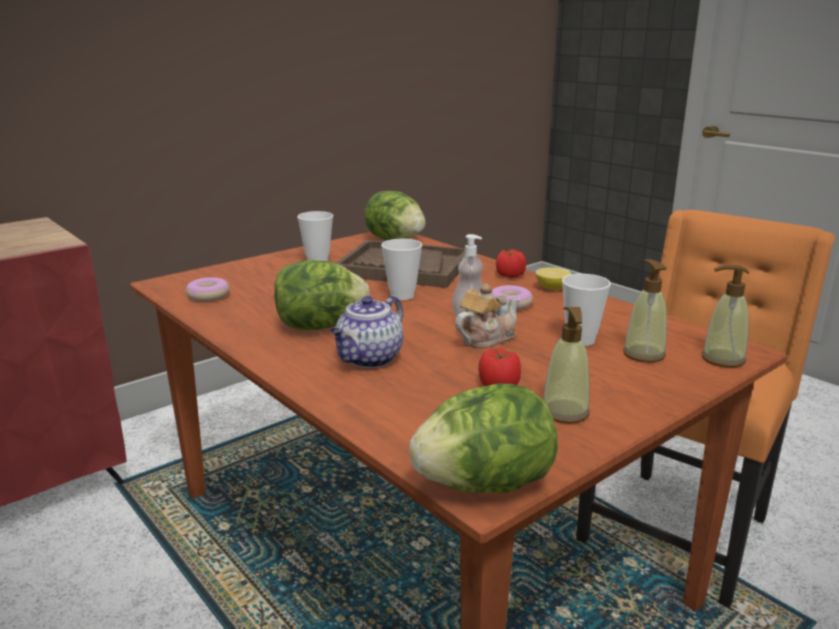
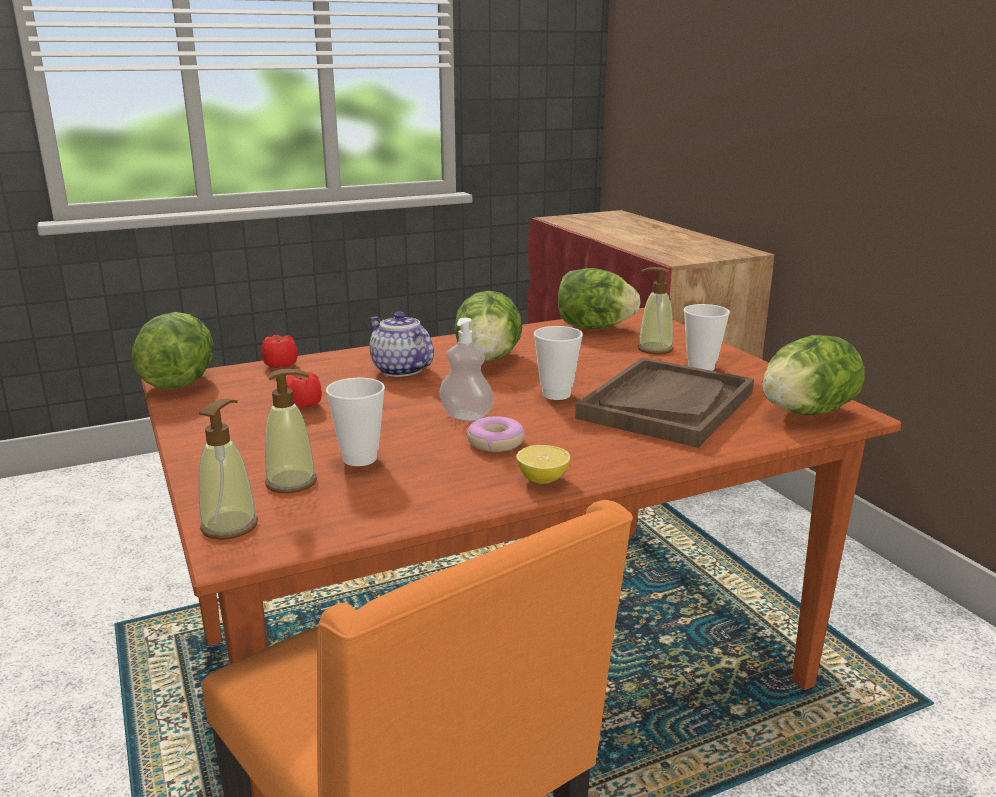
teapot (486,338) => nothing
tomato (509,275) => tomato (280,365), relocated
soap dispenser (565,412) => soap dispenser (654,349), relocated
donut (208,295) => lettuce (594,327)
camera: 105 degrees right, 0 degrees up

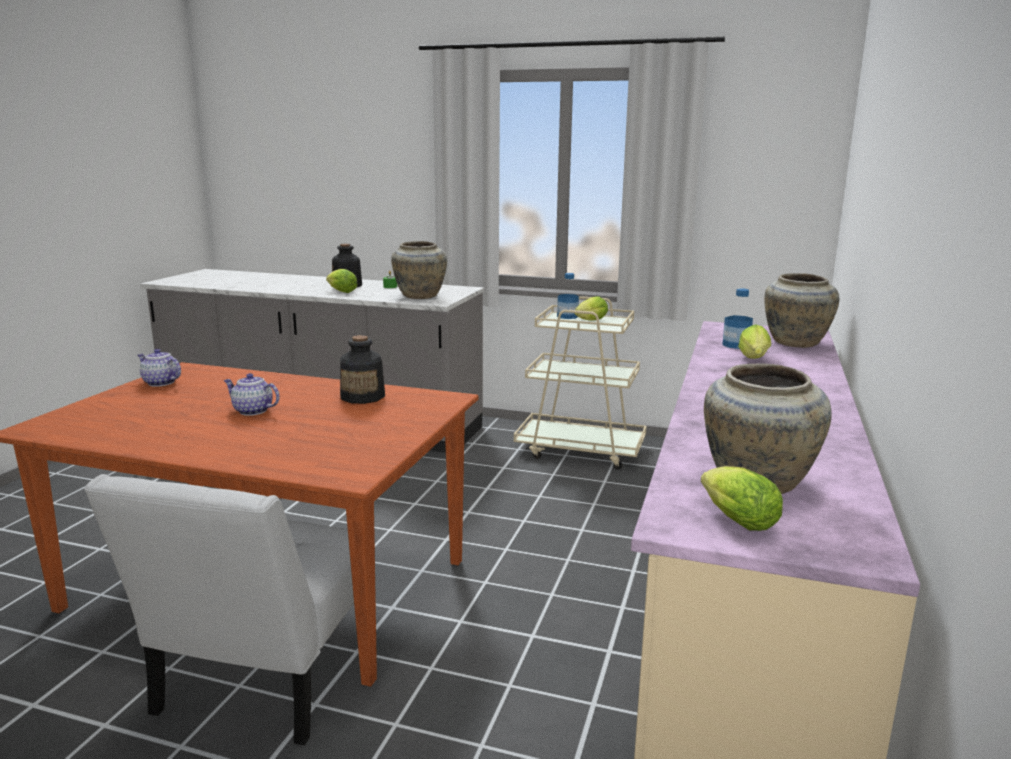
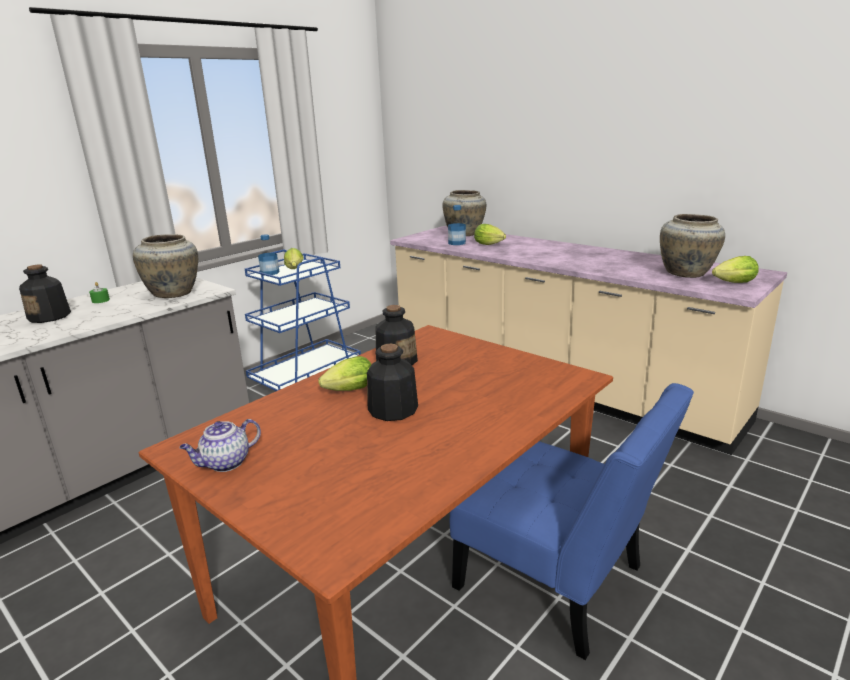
lettuce (340,292) => lettuce (347,391), relocated
teapot (252,411) => bottle (393,410)
chair (white) (262,682) => chair (blue) (558,583)
cart (beige) (581,450) => cart (blue) (307,377)
camera: 65 degrees left, 5 degrees up

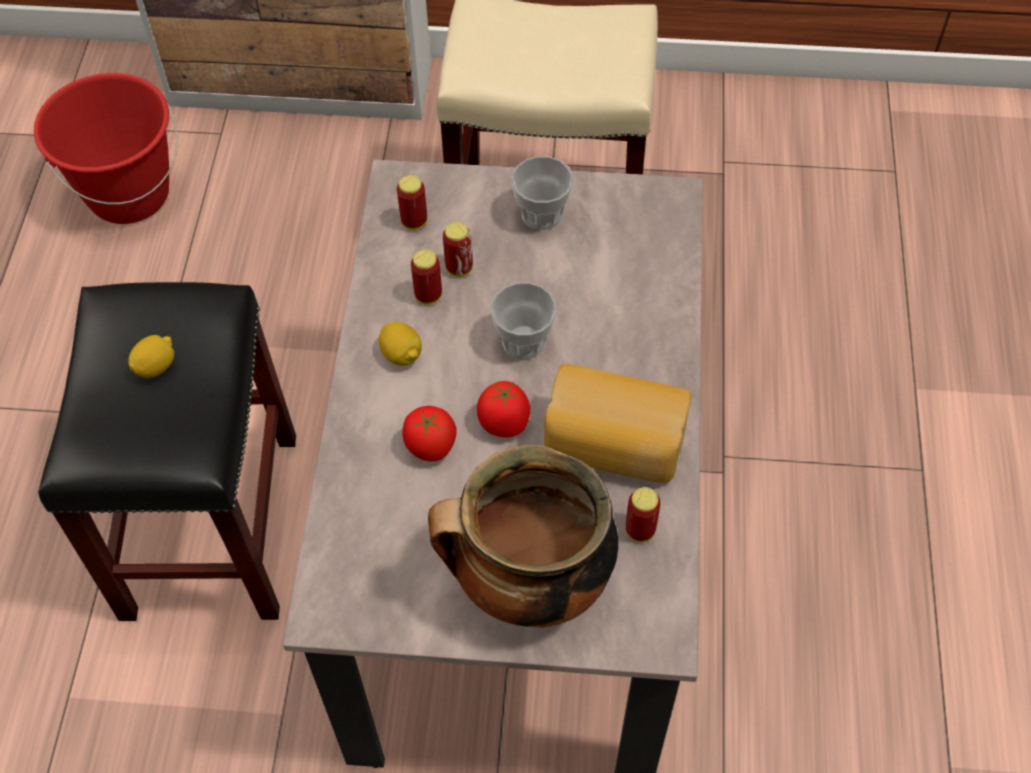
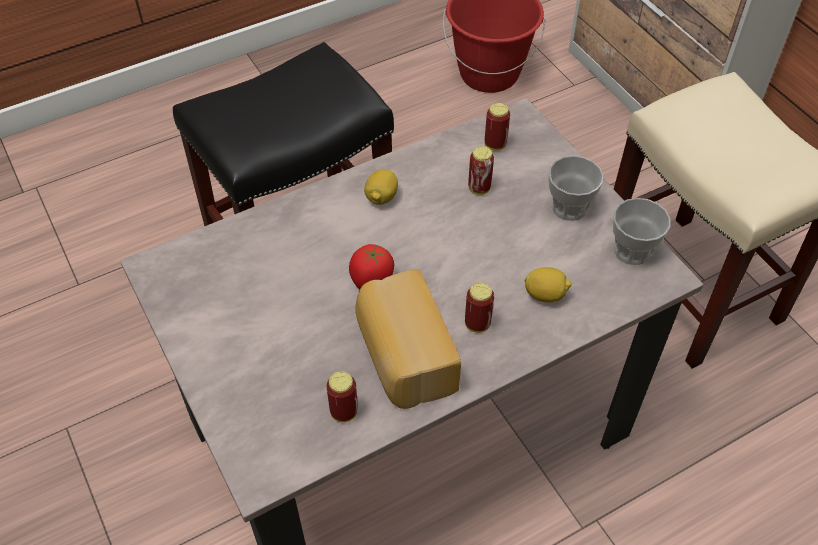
tomato (430,446) => nothing
cooking pot (529,585) => nothing
lemon (156,366) => lemon (545,295), relocated
can (428,295) => can (477,324), relocated
cup (523,341) => cup (632,250), relocated
camera: 55 degrees right, 5 degrees down

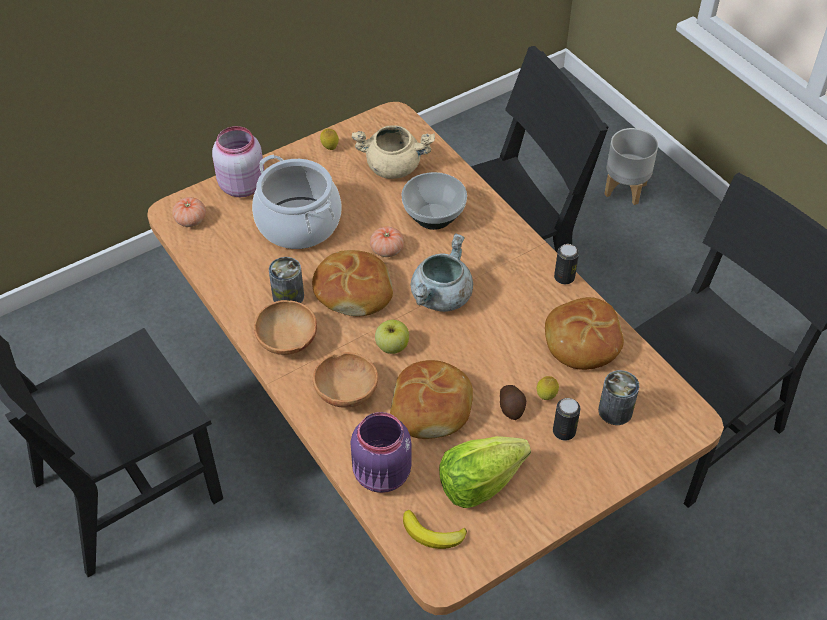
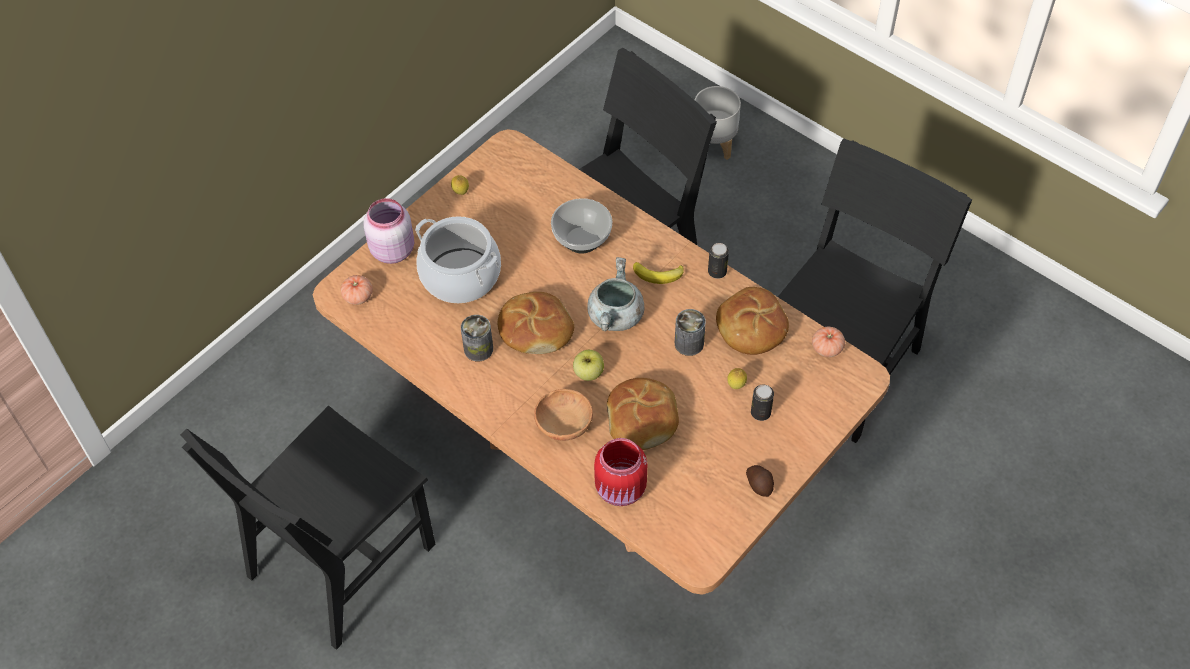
bowl (brown) (287,342) => nothing
cooking pot (beige) (393,167) => nothing
lettuce (479,482) => nothing
tomato (387,250) => tomato (827,348), relocated
banana (432,534) => banana (658,275), relocated
potato (511,407) => potato (759,484), relocated
can (615,411) => can (689,343), relocated
jar (purple) (382,475) => jar (red) (621,490)
camera: 15 degrees left, 5 degrees up

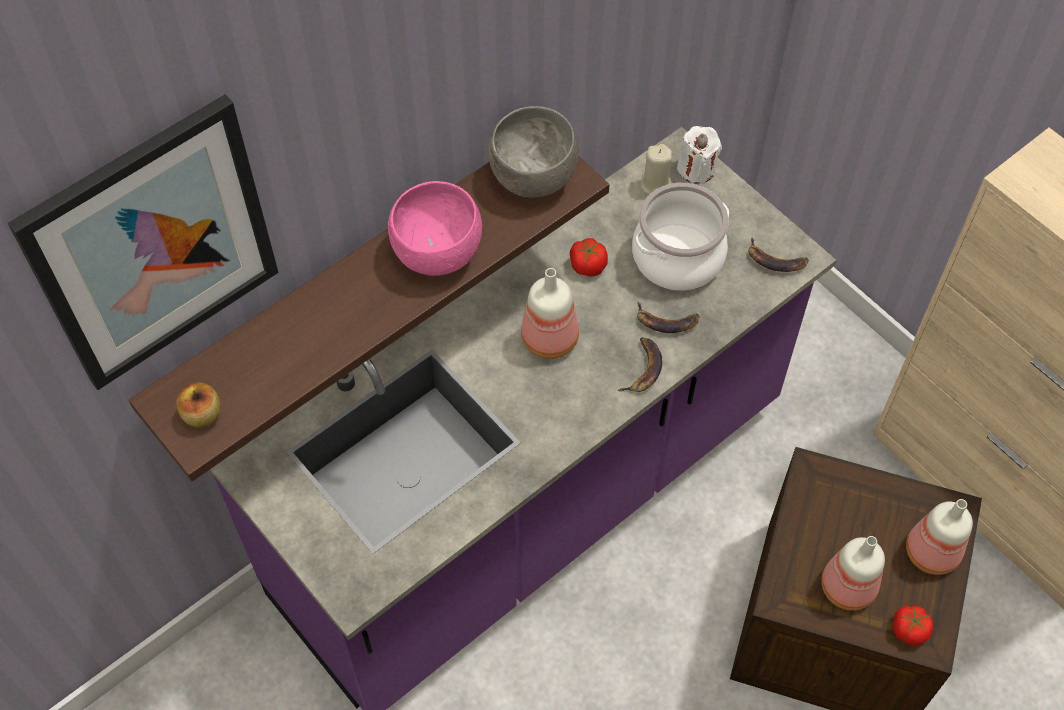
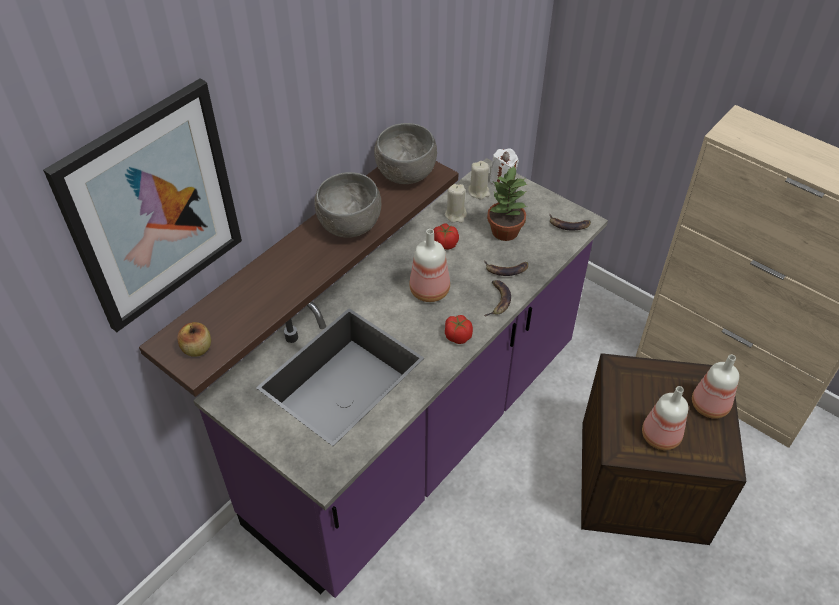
nothing => candle (beige) (455,215)
tomato (908,630) => tomato (457,336), relocated
cooking pot (678,258) => potted plant (504,232)
bowl (pink) (436,252) => bowl (grey) (349,226)
camera: 10 degrees left, 10 degrees down

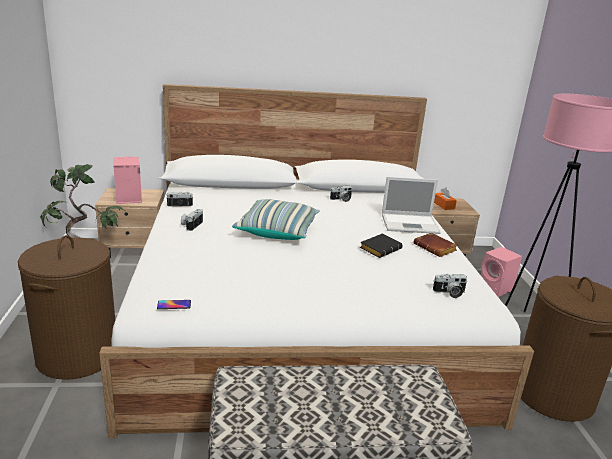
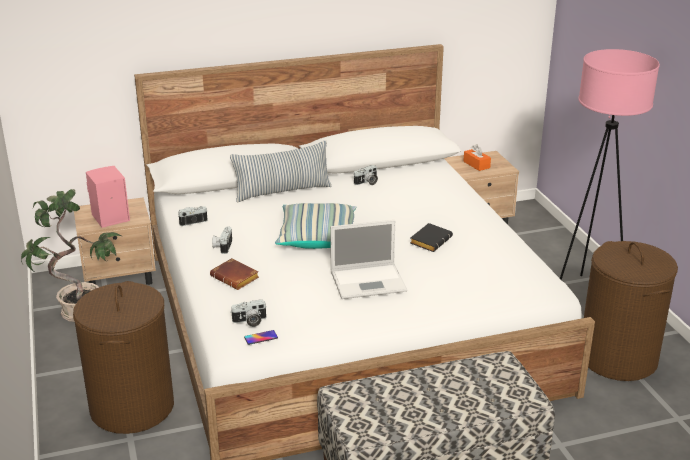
speaker (pink) (496,289) => nothing
nothing => pillow (282,191)
laptop (411,224) => laptop (369,281), relocated
book (brown) (436,248) => book (brown) (236,278), relocated
photo camera (449,293) => photo camera (250,321), relocated
camera: 10 degrees left, 5 degrees up

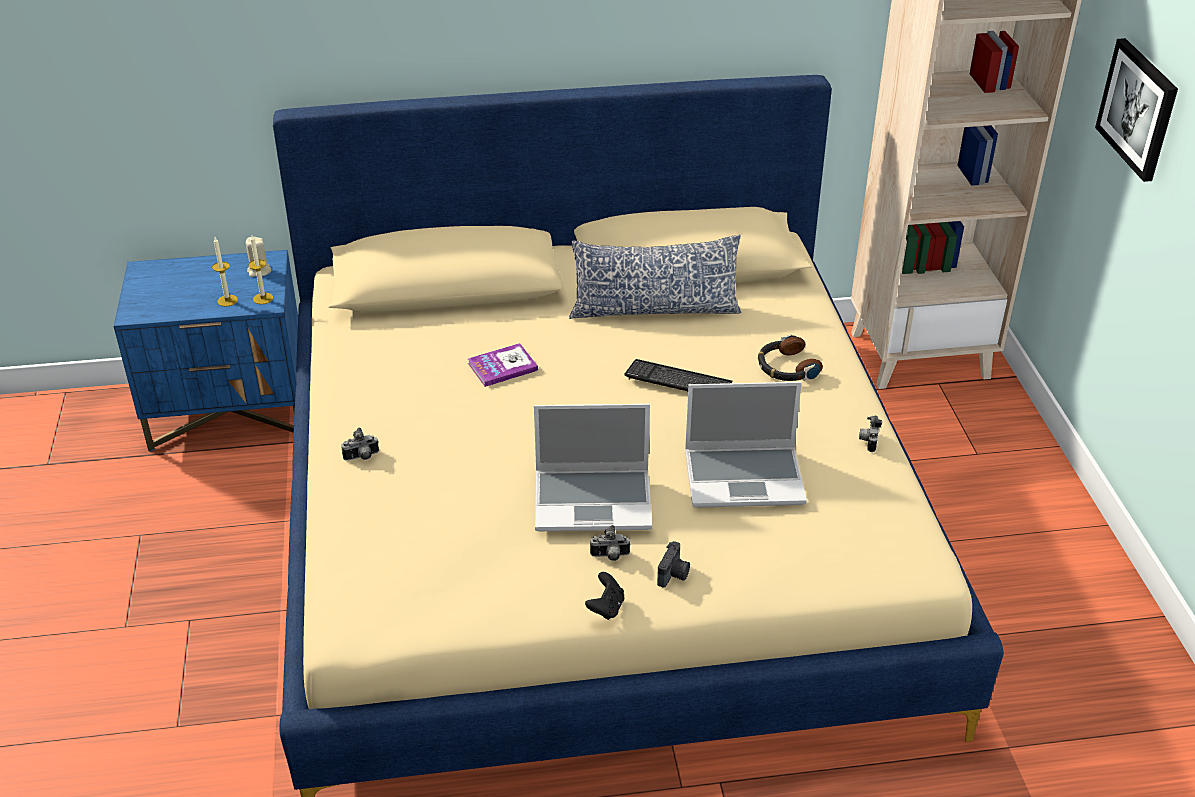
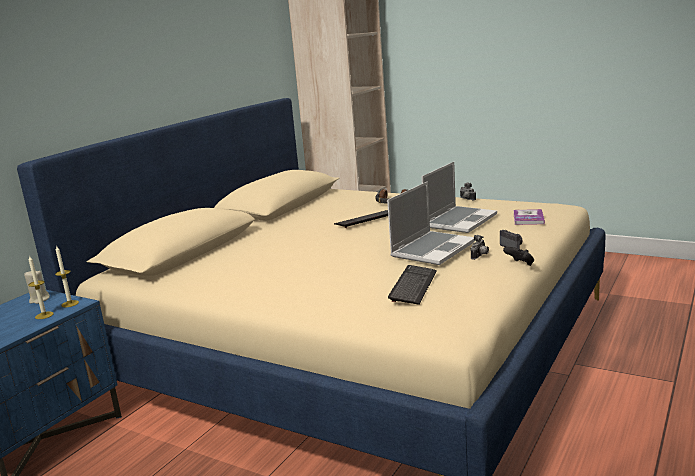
photo camera (362,457) => nothing
pillow (654,309) => nothing
picture (1138,109) => nothing
nothing => keyboard (413,286)
book (502,366) => book (528,218), relocated
camera: 50 degrees left, 20 degrees down

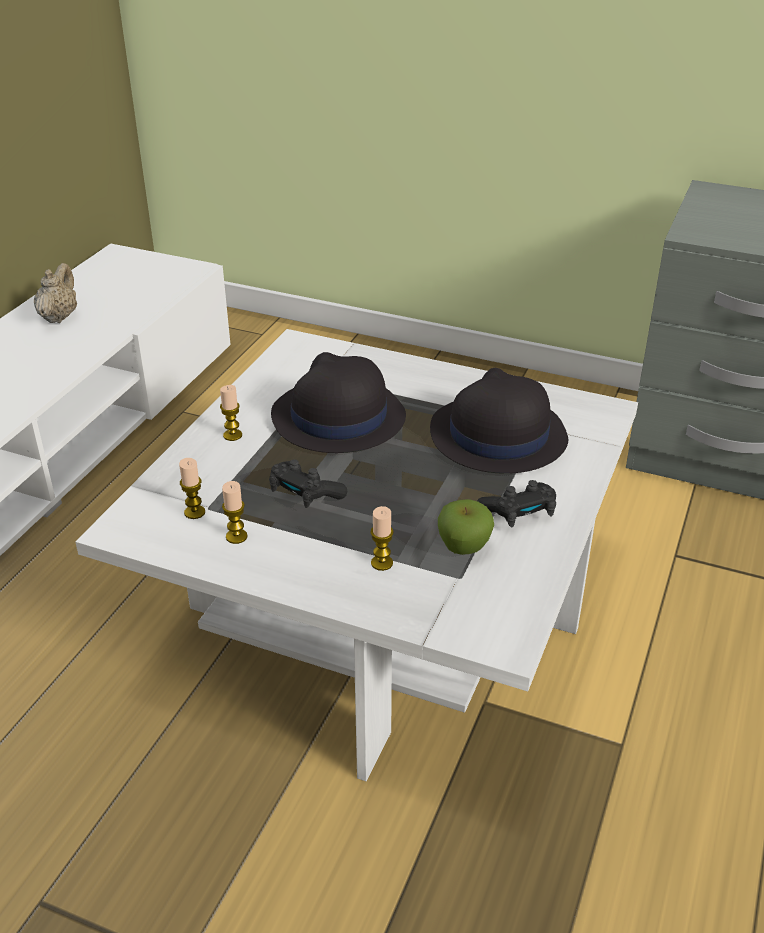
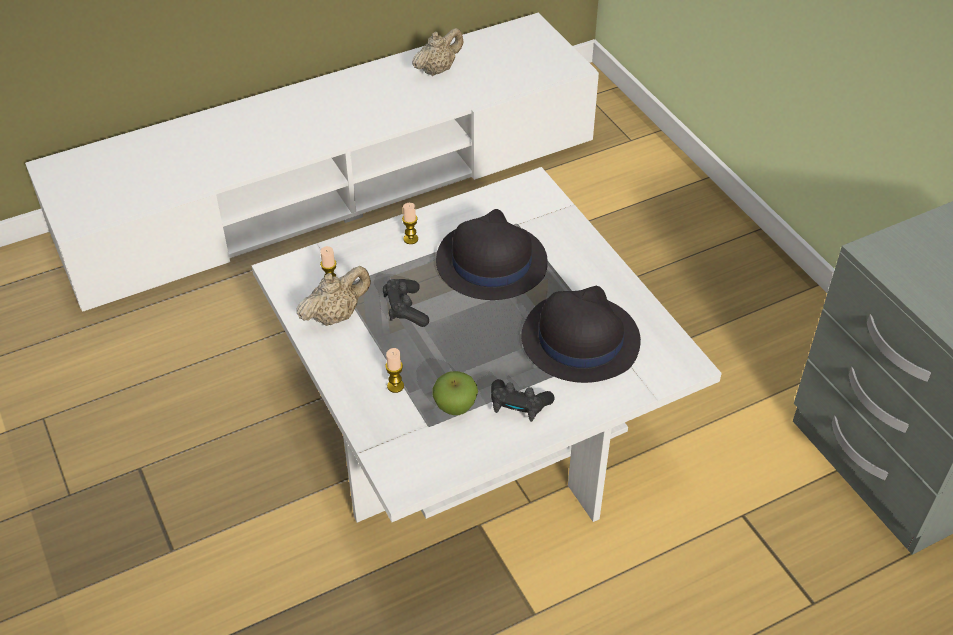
candle (236,536) => teapot (beige) (335,315)
camera: 40 degrees right, 10 degrees up

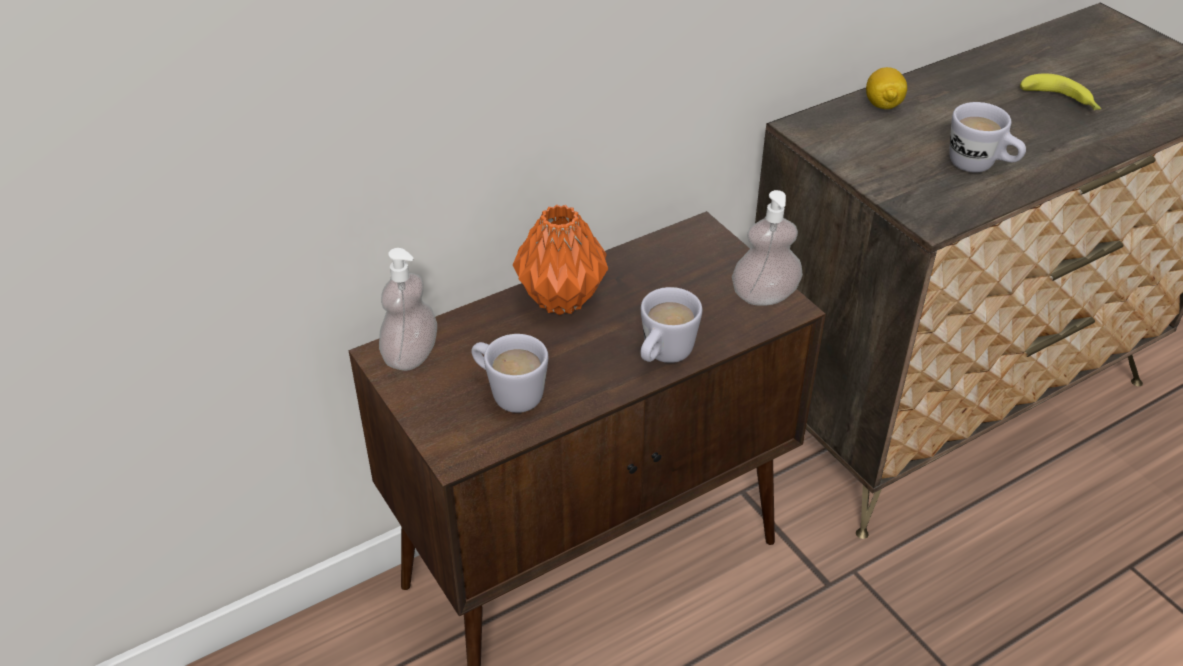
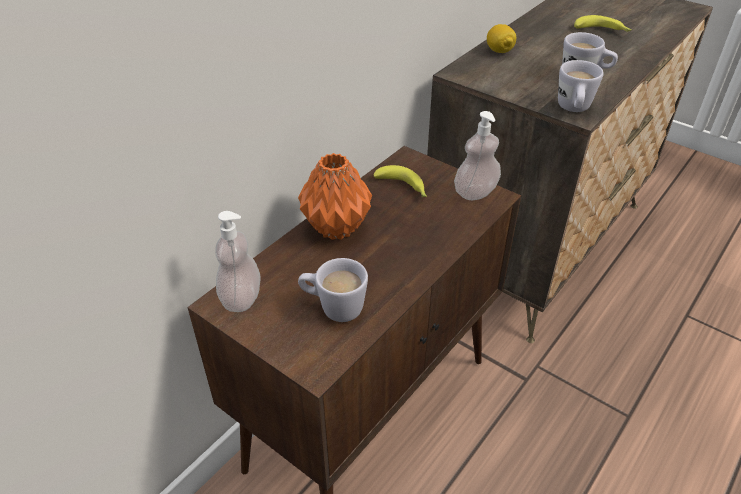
nothing => banana (403,188)
mug (white) (663,357) => mug (white) (573,110), relocated
camera: 20 degrees left, 0 degrees up

